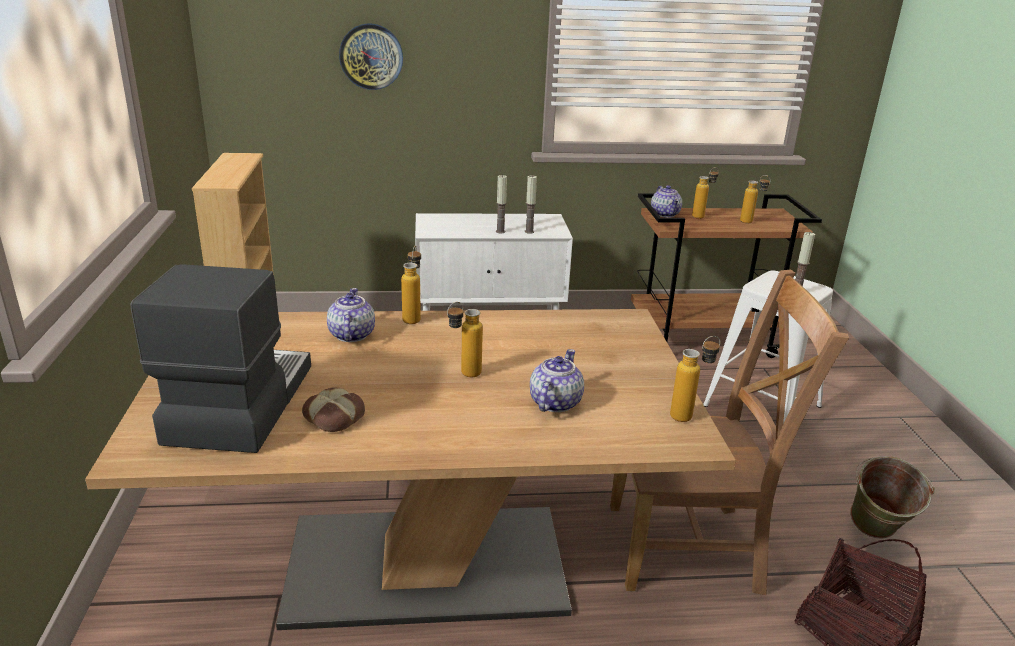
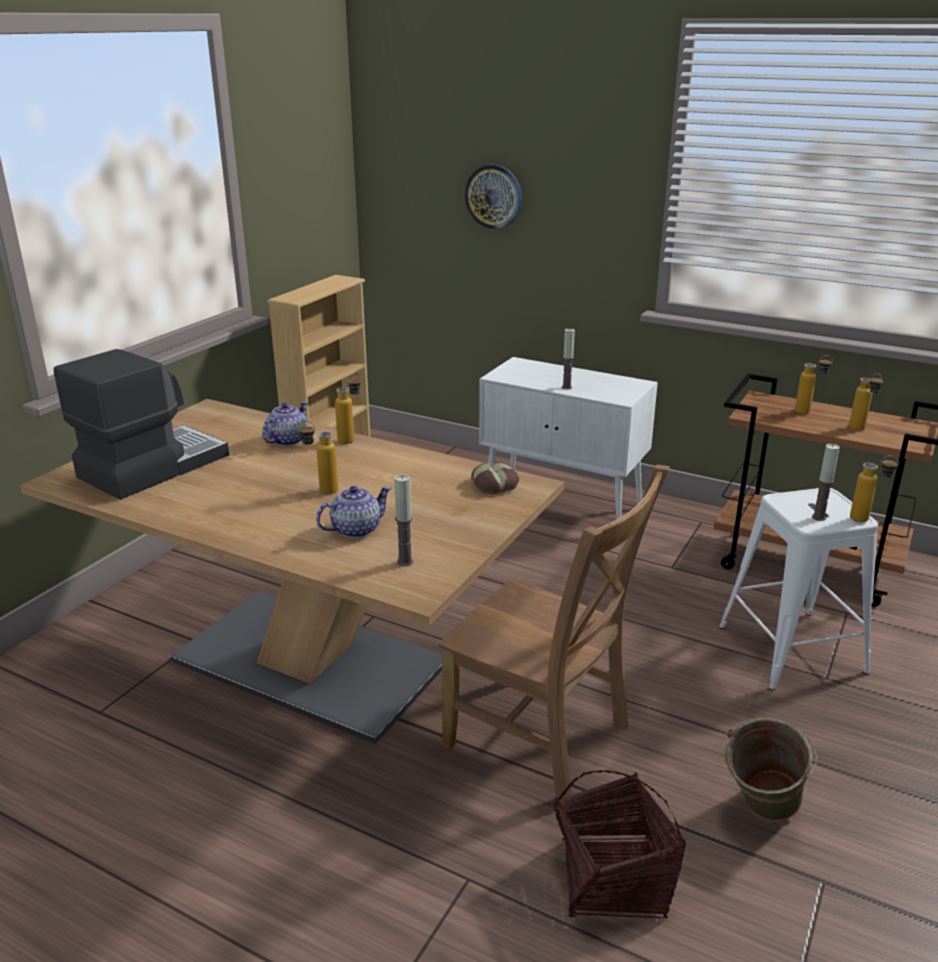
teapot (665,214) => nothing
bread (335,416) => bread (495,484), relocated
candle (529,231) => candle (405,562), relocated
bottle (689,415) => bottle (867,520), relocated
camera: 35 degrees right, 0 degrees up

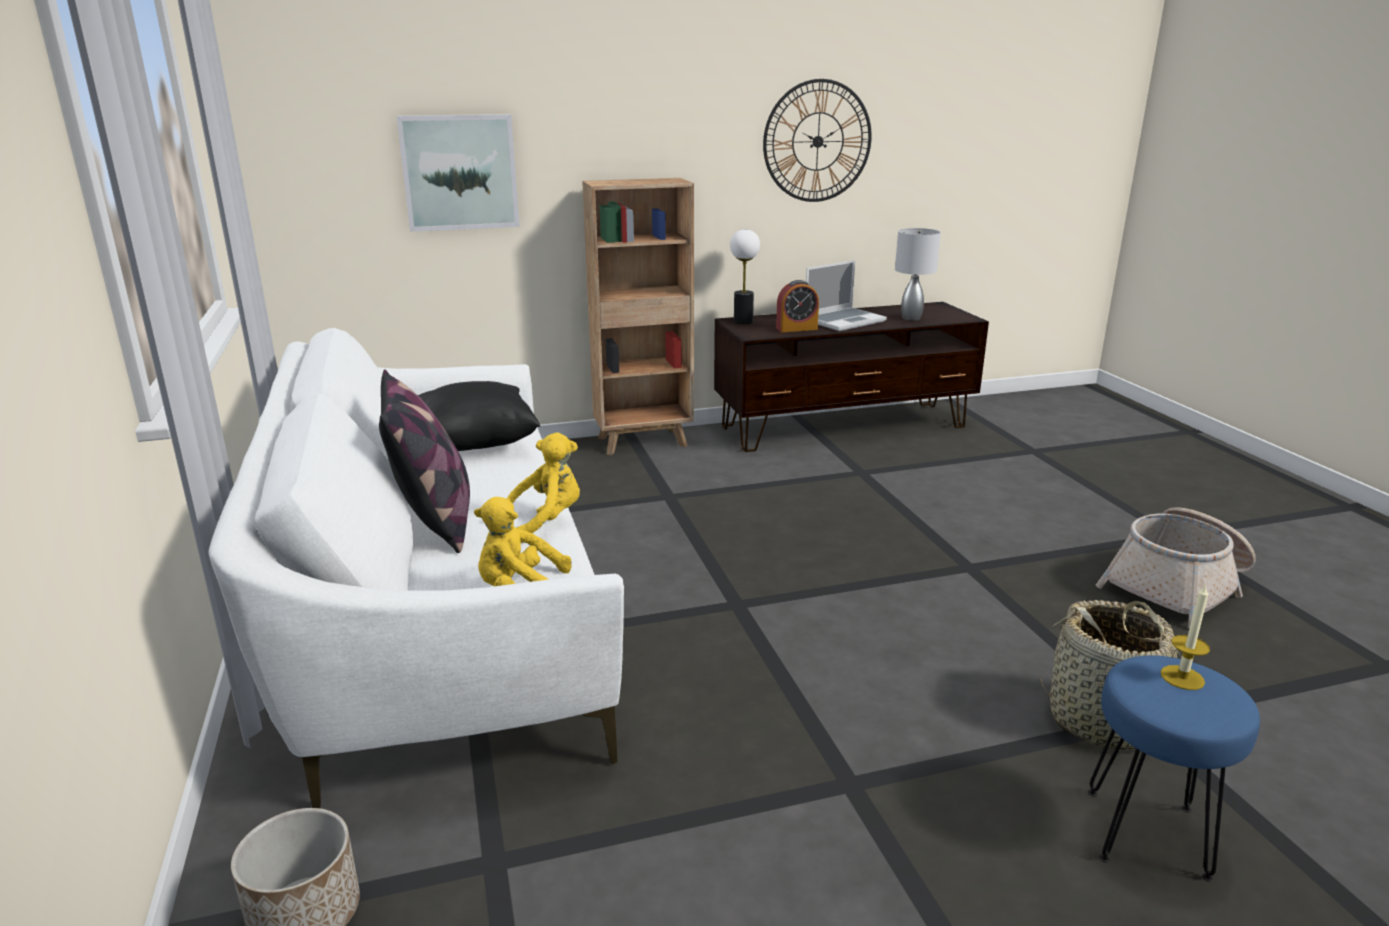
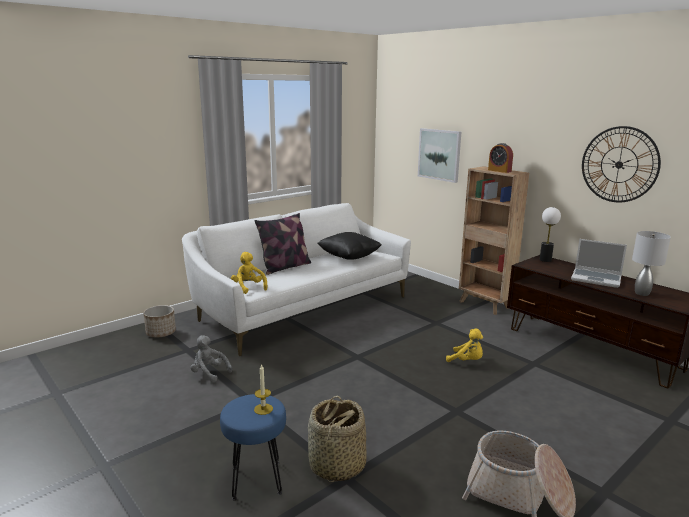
nothing => plush toy (grey) (209,373)
plush toy (yellow) (546,521) => plush toy (yellow) (467,361), relocated
alarm clock (796,329) => alarm clock (499,171), relocated
camera: 65 degrees right, 5 degrees down

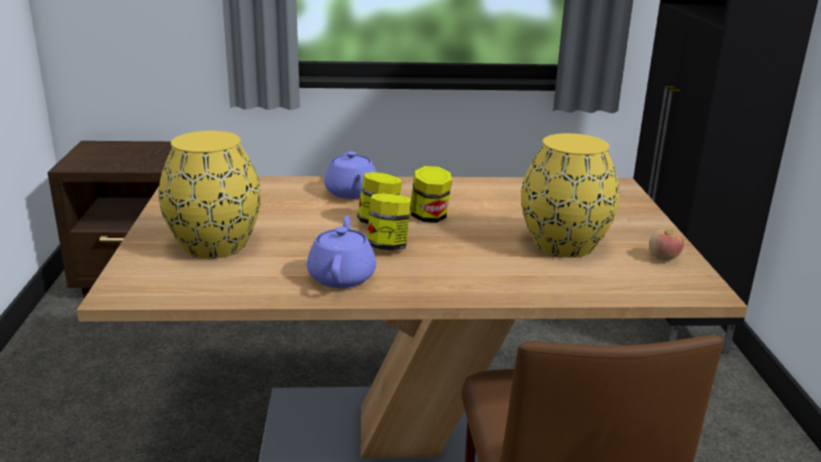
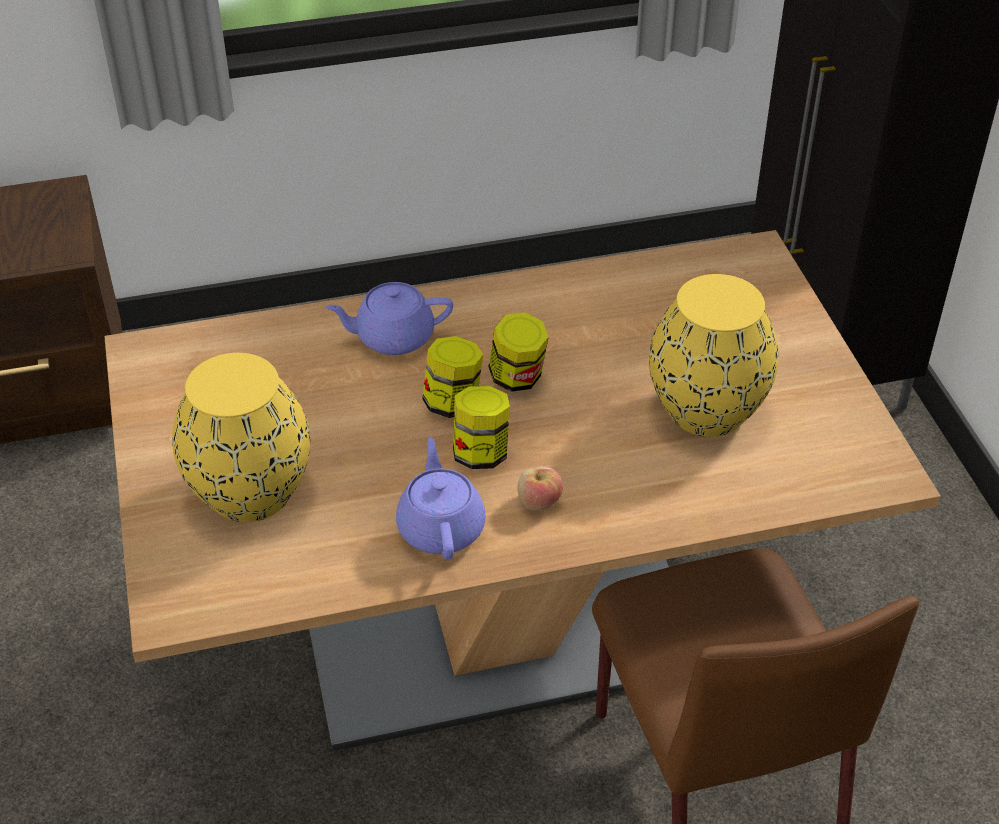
apple (663,258) => apple (539,502), relocated
teapot (purple) (351,193) => teapot (purple) (393,337), 105 degrees clockwise
camera: 10 degrees left, 20 degrees up

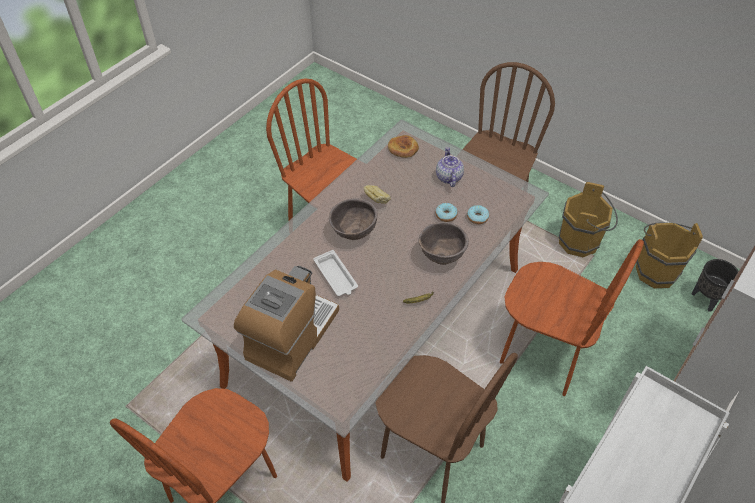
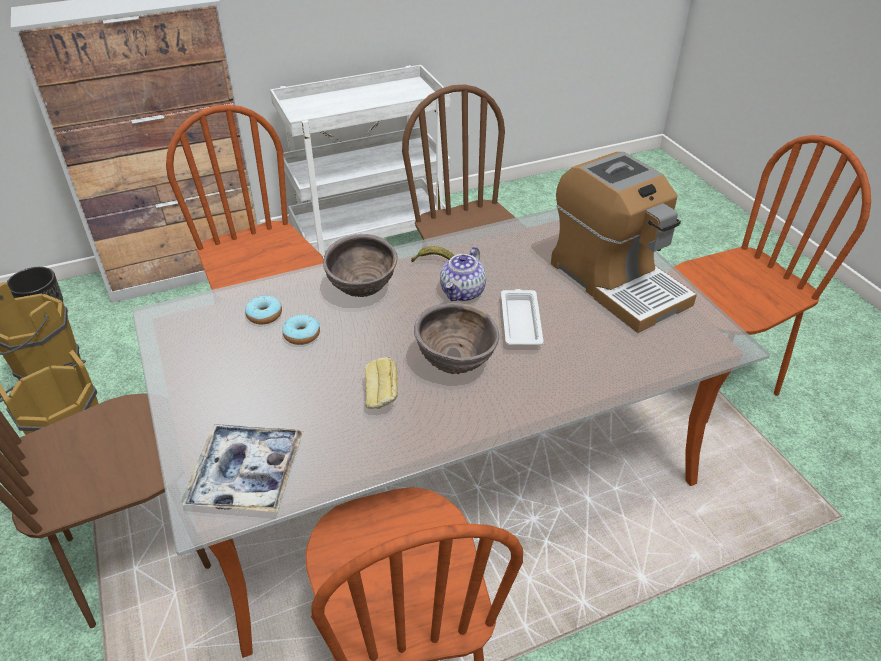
teapot (448,177) => teapot (463,292), relocated
bread (403,148) => tray (246,475)
coffee machine (291,336) => coffee machine (616,282), 90 degrees counterclockwise
camera: 150 degrees left, 10 degrees down

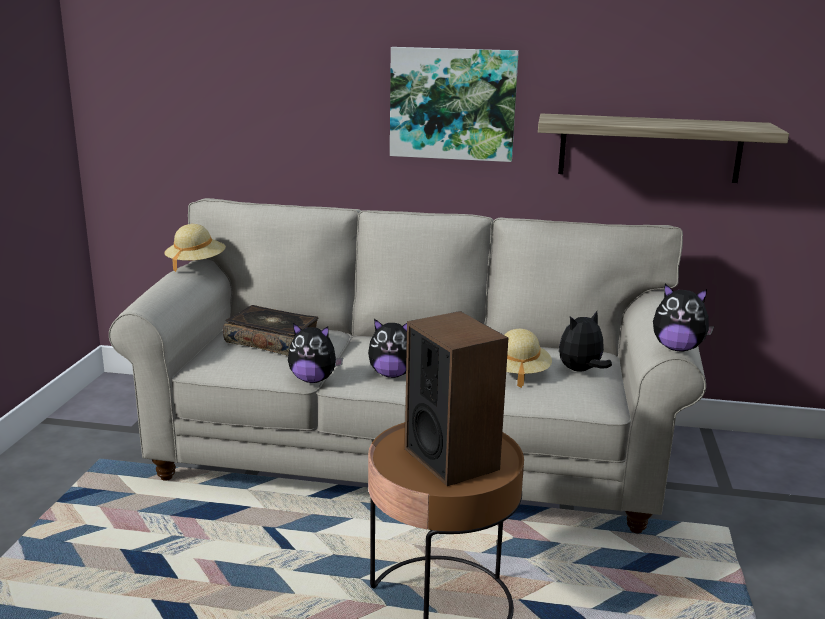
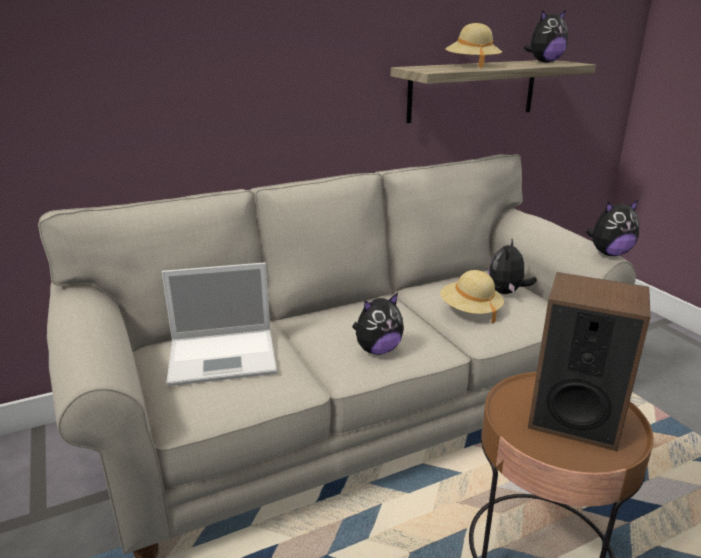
picture (453,104) => nothing
hat (beige) (196,264) => hat (beige) (471,65), relocated
plush toy (313,379) => plush toy (544,62), relocated
book (273,341) => laptop (225,356)
camera: 35 degrees left, 5 degrees up

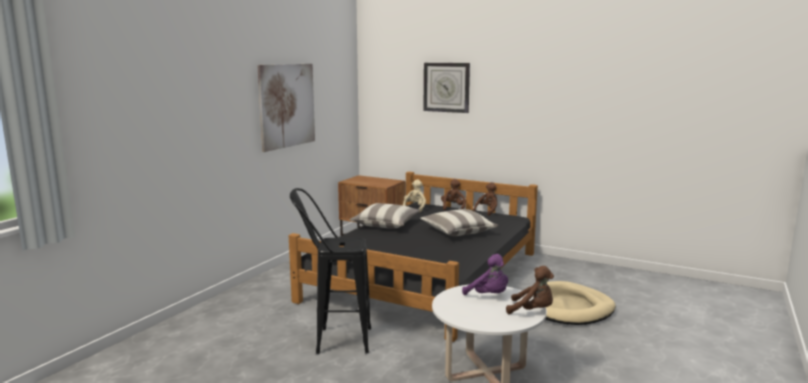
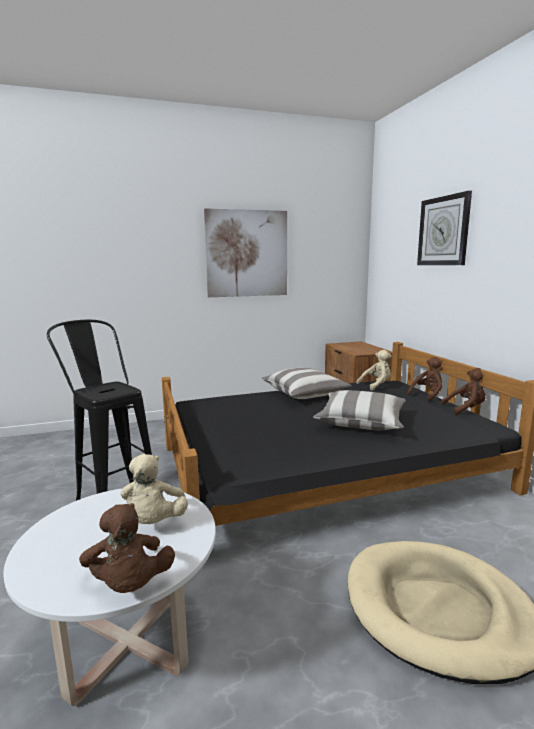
plush toy (purple) (488,296) => plush toy (beige) (155,521)
camera: 45 degrees right, 0 degrees up

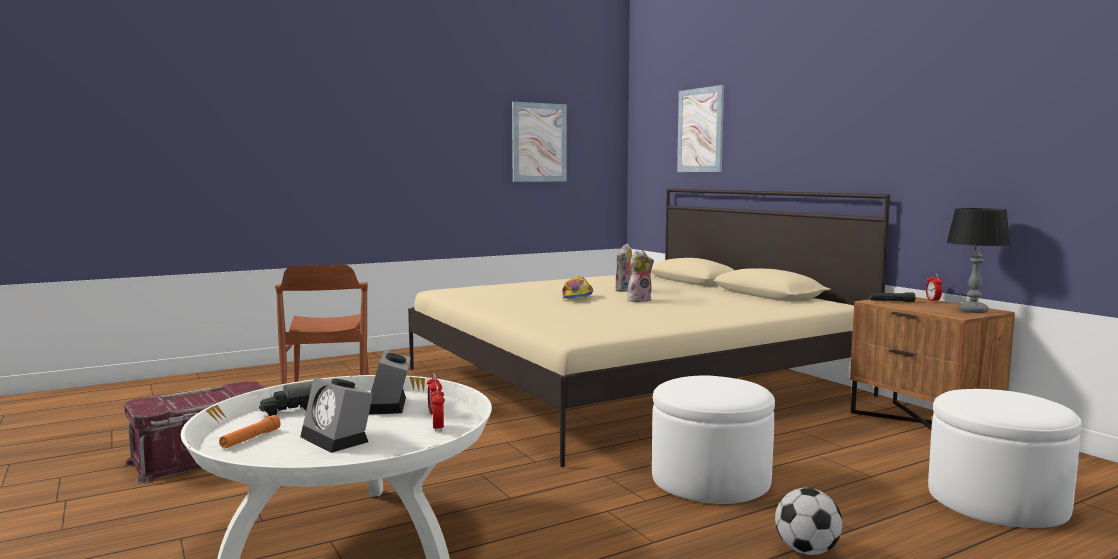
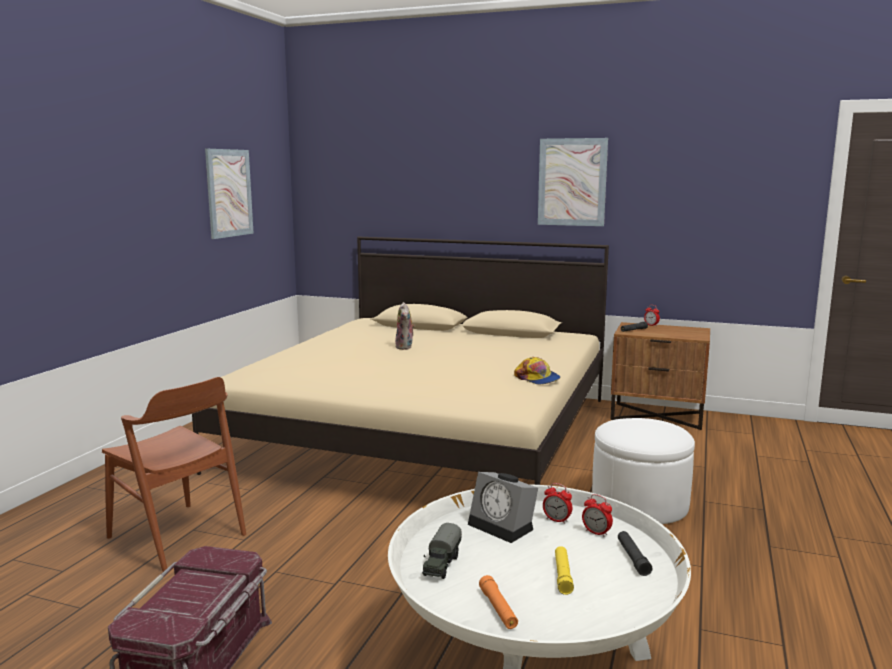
plush toy (639,300) => nothing
football (807,551) => nothing
ottoman (white) (997,500) => nothing
table lamp (972,311) => nothing
nothing => flashlight (black) (633,558)
cap (577,296) => cap (537,378), relocated
picture (700,130) => picture (572,182), relocated
alarm clock (338,439) => flashlight (yellow) (562,575)
camera: 40 degrees left, 5 degrees up

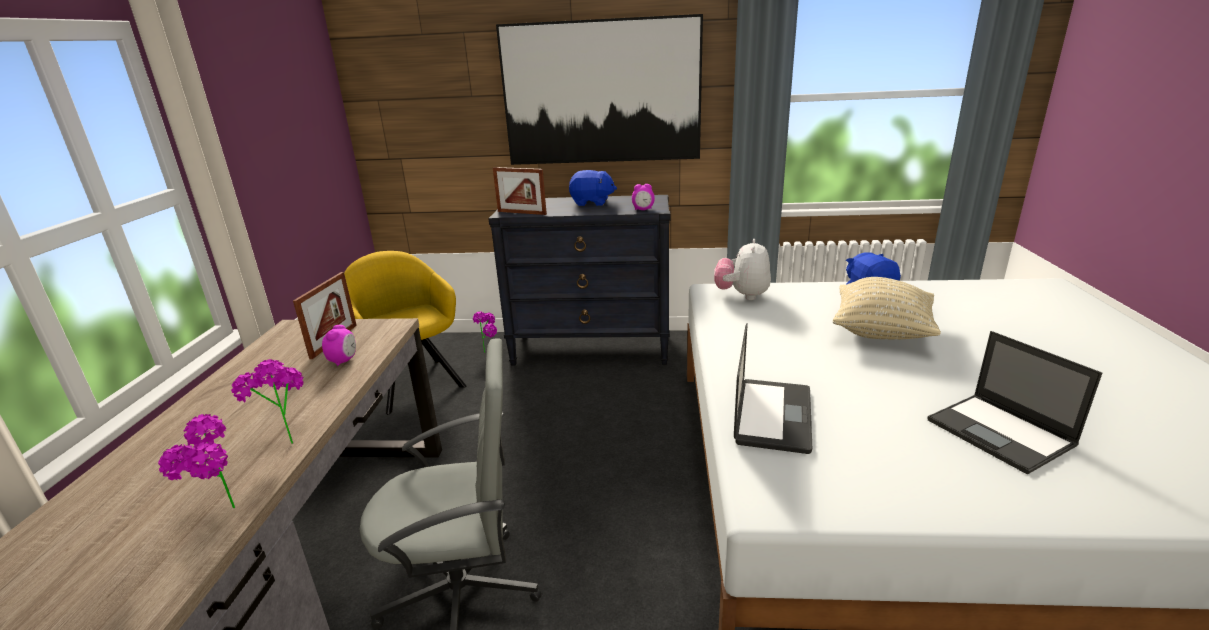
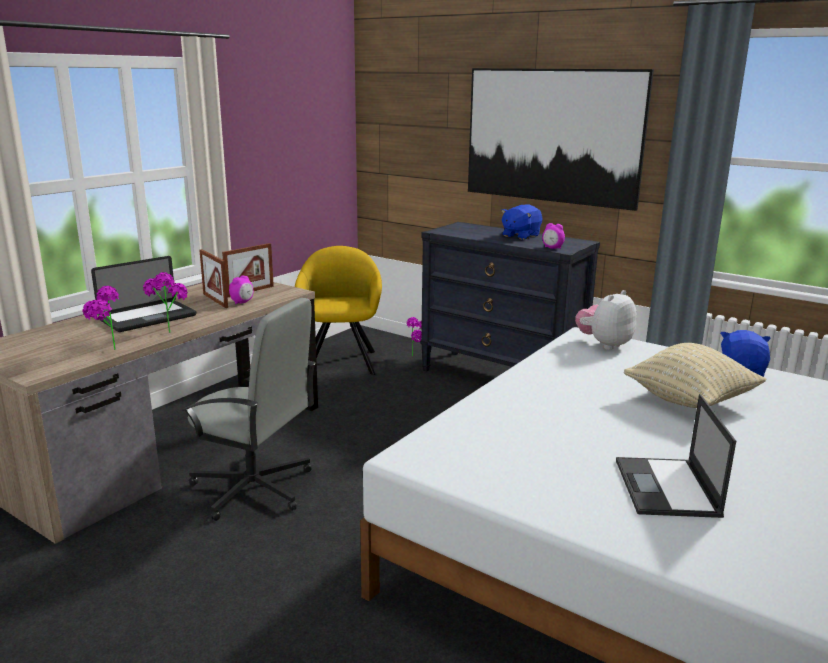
picture frame (521,213) => picture frame (215,300), relocated
laptop (773,416) => laptop (148,318), relocated
plush toy (blue) (592,202) => plush toy (blue) (520,236), 90 degrees clockwise
camera: 30 degrees right, 5 degrees down

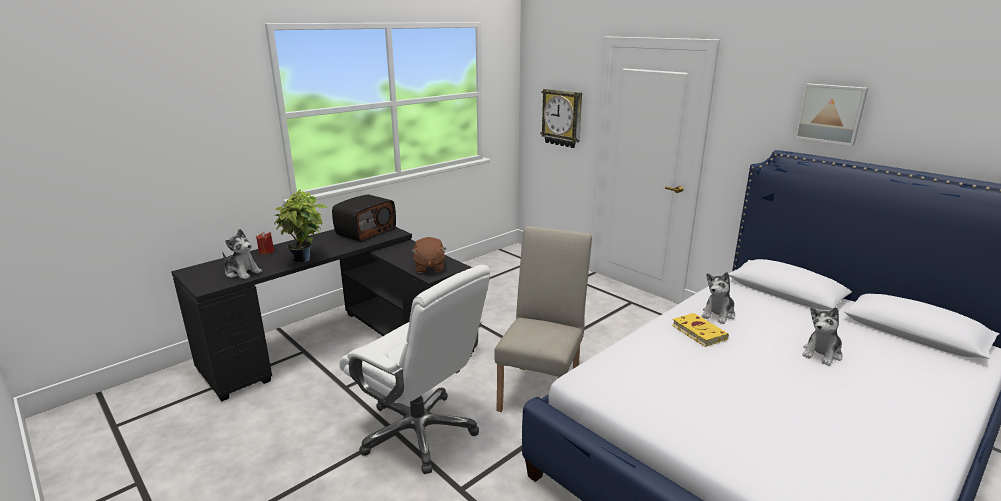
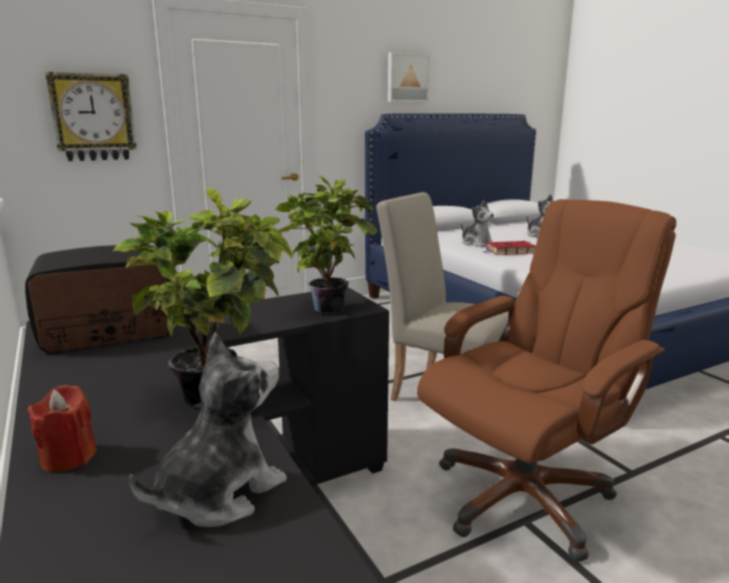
plush toy (brown) (429,267) => potted plant (327,306)
office chair (white) (420,432) => office chair (brown) (523,496)
book (yellow) (697,332) => book (red) (509,251)
radio (365,232) => radio (108,331), 75 degrees counterclockwise
camera: 75 degrees left, 5 degrees down

